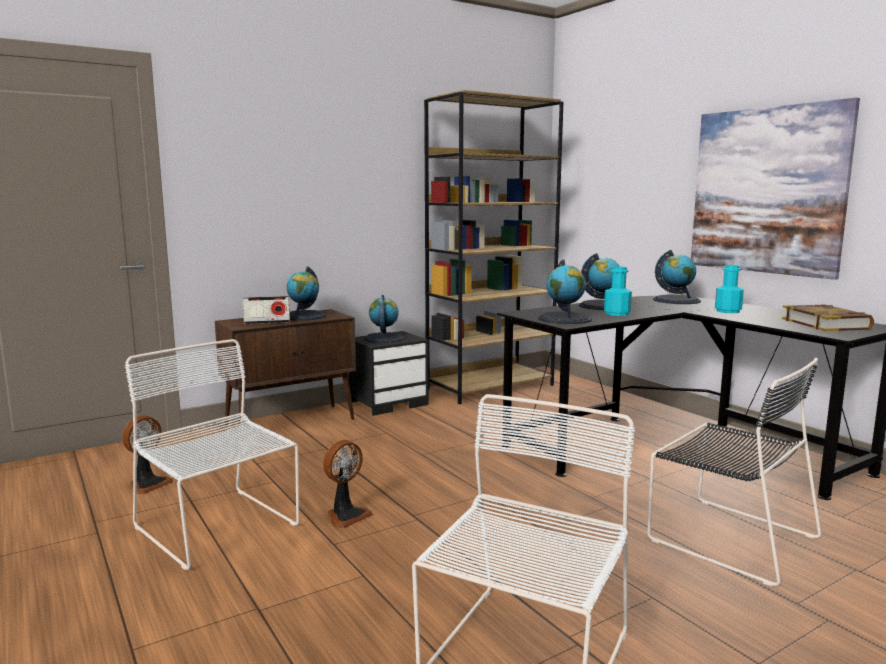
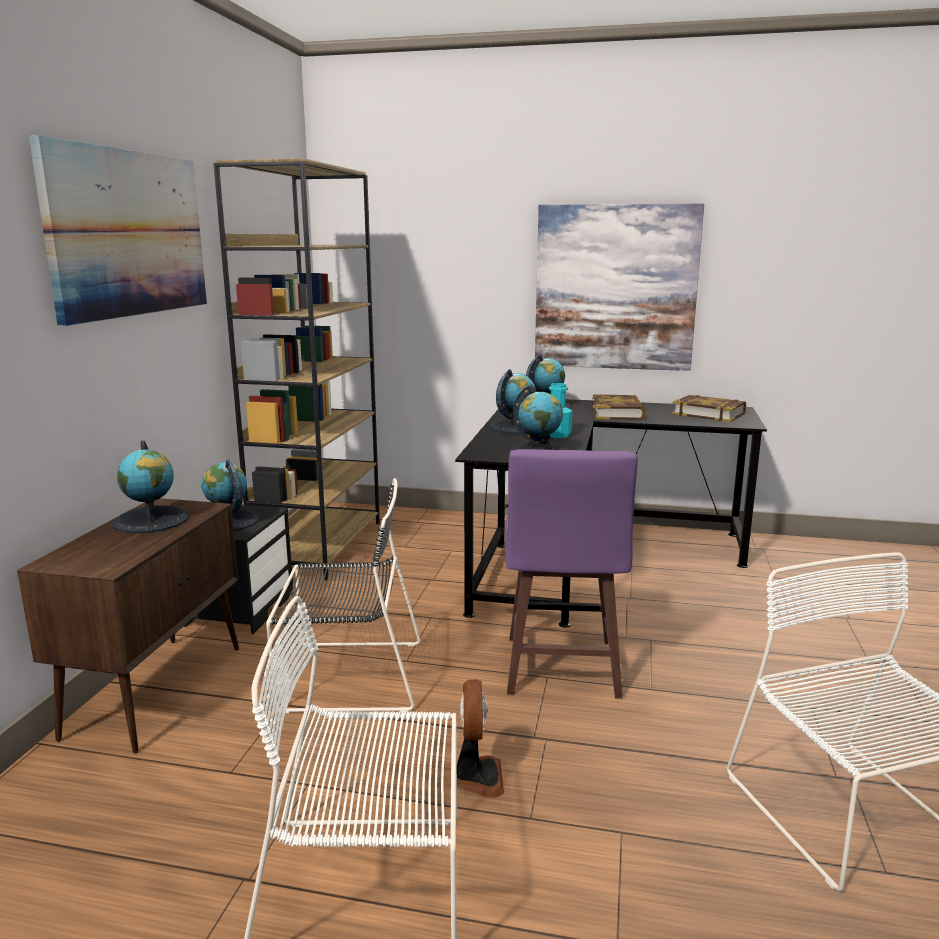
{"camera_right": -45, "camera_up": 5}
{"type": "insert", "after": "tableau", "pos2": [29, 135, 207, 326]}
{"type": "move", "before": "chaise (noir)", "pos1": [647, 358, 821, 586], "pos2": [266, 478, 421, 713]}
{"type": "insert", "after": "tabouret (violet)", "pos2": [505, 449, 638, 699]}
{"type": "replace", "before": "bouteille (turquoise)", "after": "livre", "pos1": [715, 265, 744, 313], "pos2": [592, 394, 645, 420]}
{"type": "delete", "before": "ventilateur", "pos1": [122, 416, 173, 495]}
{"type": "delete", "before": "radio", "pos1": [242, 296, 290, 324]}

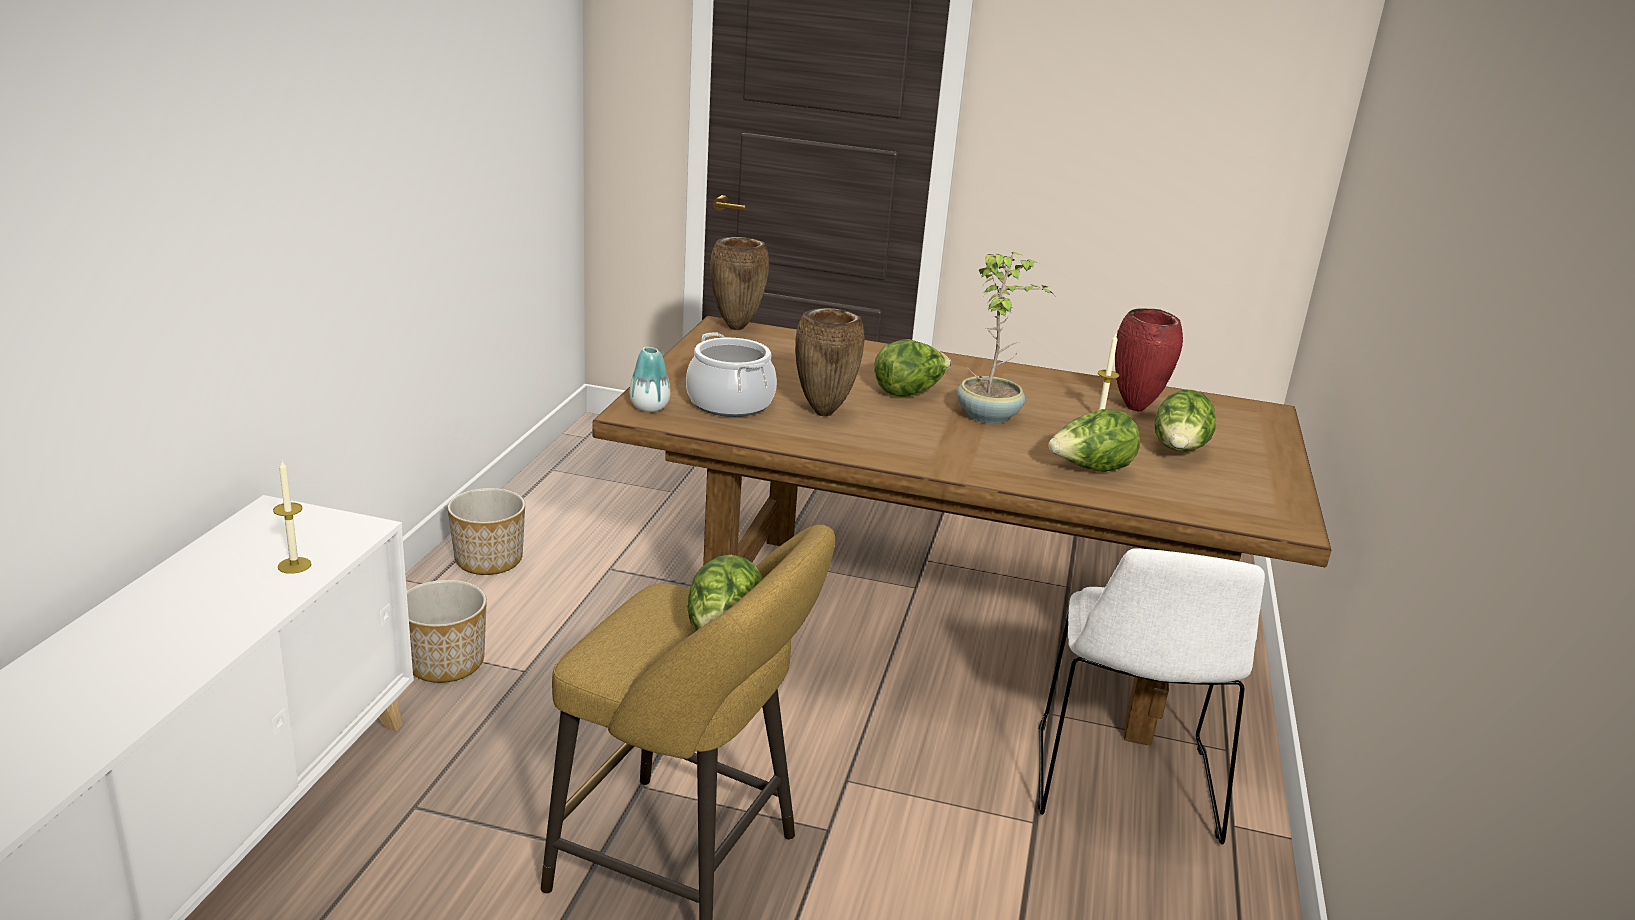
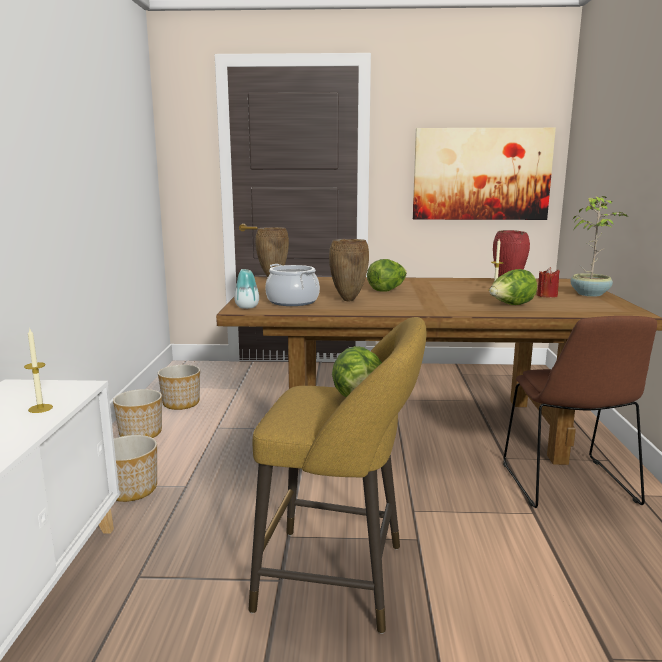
{"camera_right": -10, "camera_up": -10}
{"type": "insert", "after": "cache-pot", "pos2": [158, 365, 200, 410]}
{"type": "insert", "after": "tableau", "pos2": [413, 128, 556, 220]}
{"type": "recolor", "before": "chaise (blanc)", "after": "chaise (marron)", "pos1": [1038, 548, 1265, 844], "pos2": [503, 316, 657, 508]}
{"type": "replace", "before": "laitue", "after": "bougie (rouge)", "pos1": [1155, 390, 1216, 451], "pos2": [537, 267, 560, 298]}
{"type": "move", "before": "plante en pot", "pos1": [957, 252, 1054, 424], "pos2": [571, 196, 628, 297]}

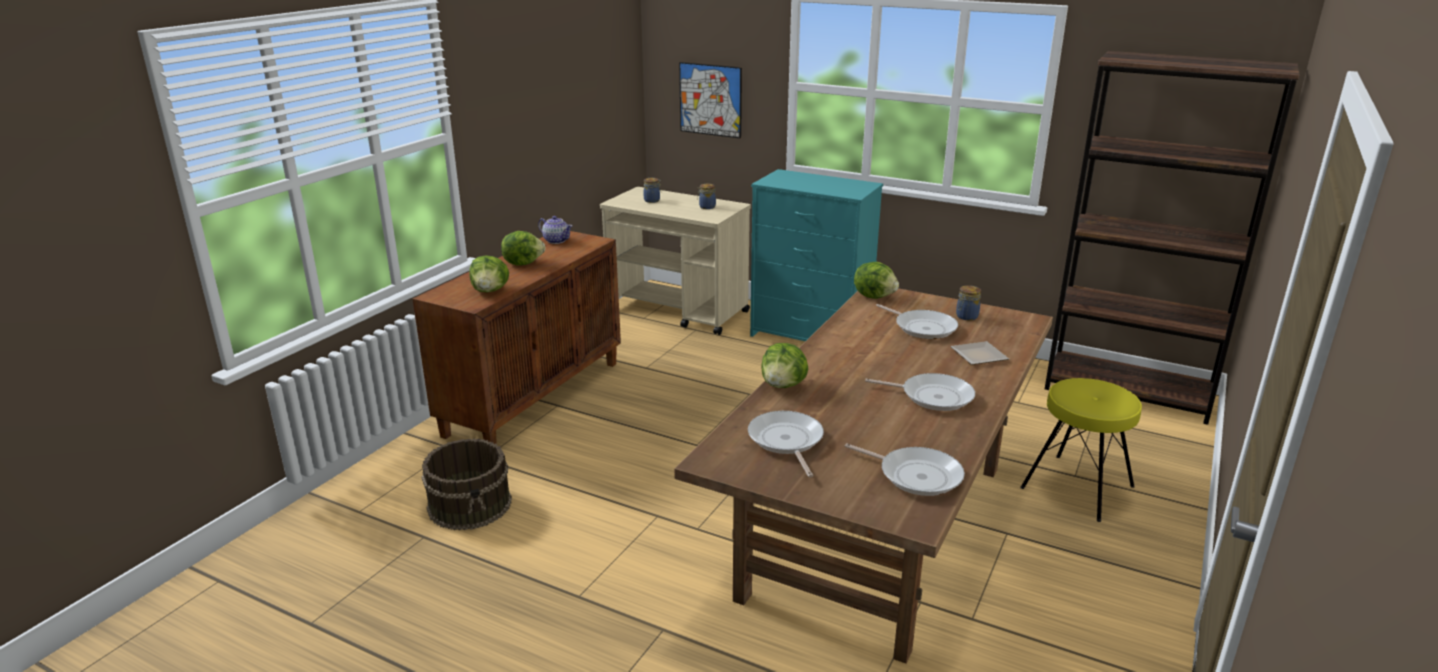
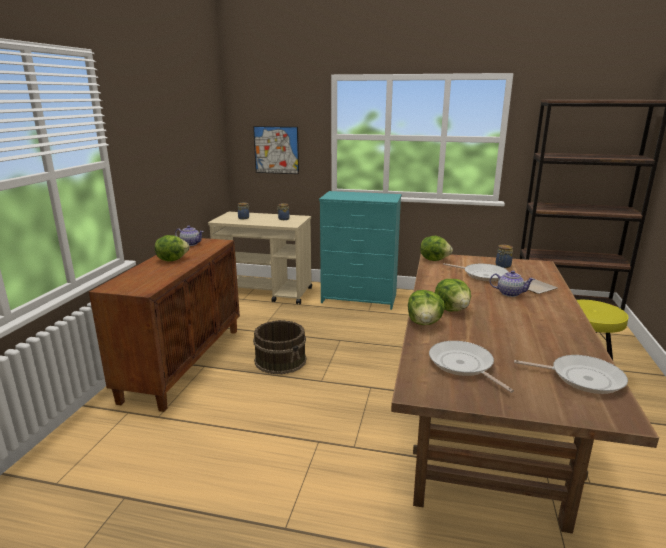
{"camera_right": -15, "camera_up": -5}
{"type": "move", "before": "seau (marron)", "pos1": [422, 439, 512, 530], "pos2": [253, 320, 307, 375]}
{"type": "move", "before": "laitue", "pos1": [469, 255, 509, 292], "pos2": [435, 279, 471, 311]}
{"type": "insert", "after": "théière", "pos2": [490, 270, 535, 297]}
{"type": "delete", "before": "poêle", "pos1": [865, 373, 975, 411]}

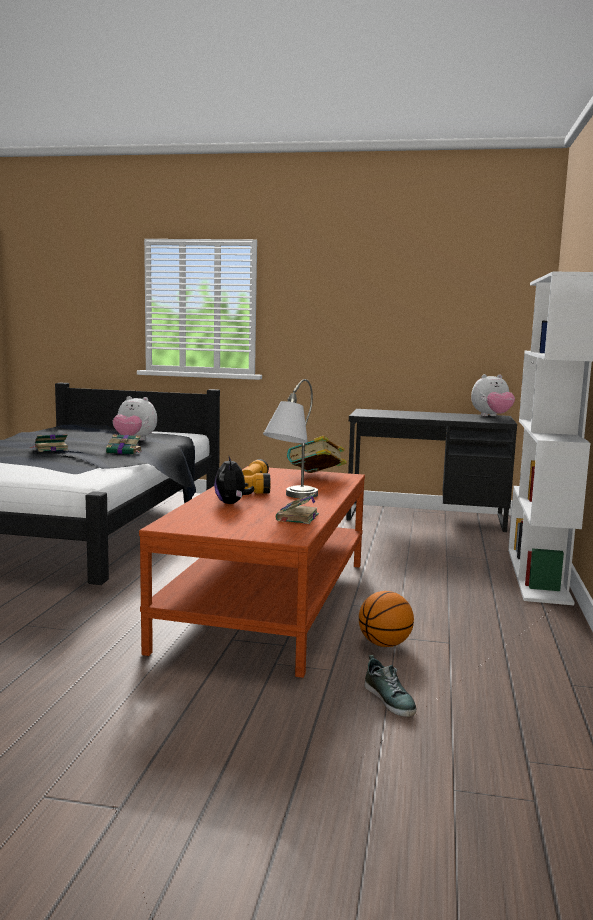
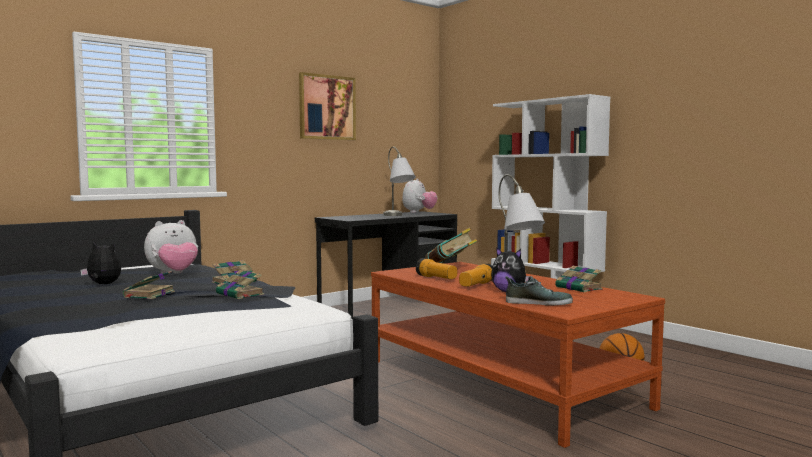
{"camera_right": -50, "camera_up": -5}
{"type": "insert", "after": "peluche", "pos2": [80, 242, 121, 284]}
{"type": "insert", "after": "livre", "pos2": [216, 270, 265, 299]}
{"type": "insert", "after": "tableau", "pos2": [299, 72, 356, 140]}
{"type": "insert", "after": "lampe de table (gris)", "pos2": [383, 146, 416, 216]}
{"type": "move", "before": "chaussure", "pos1": [365, 655, 416, 717], "pos2": [505, 276, 573, 306]}

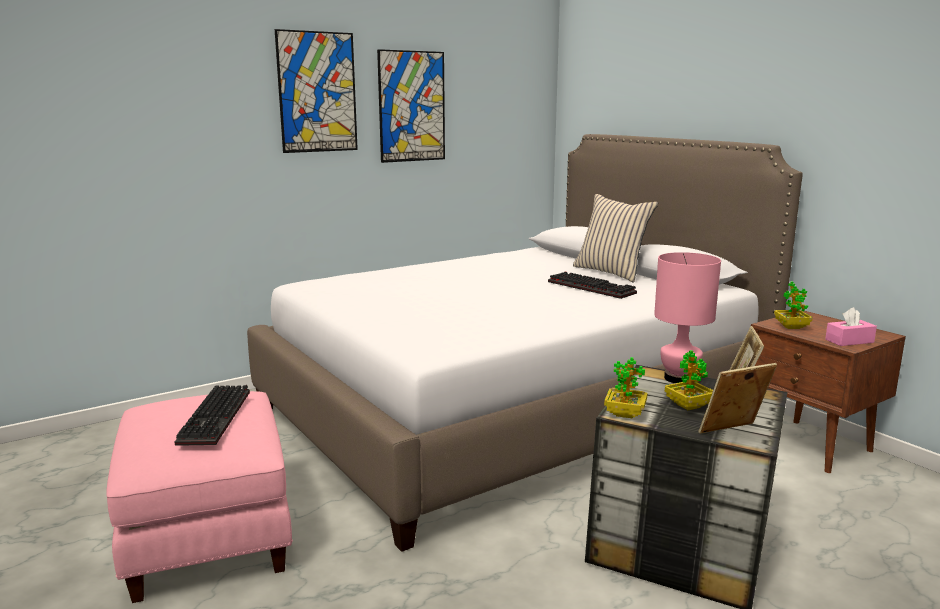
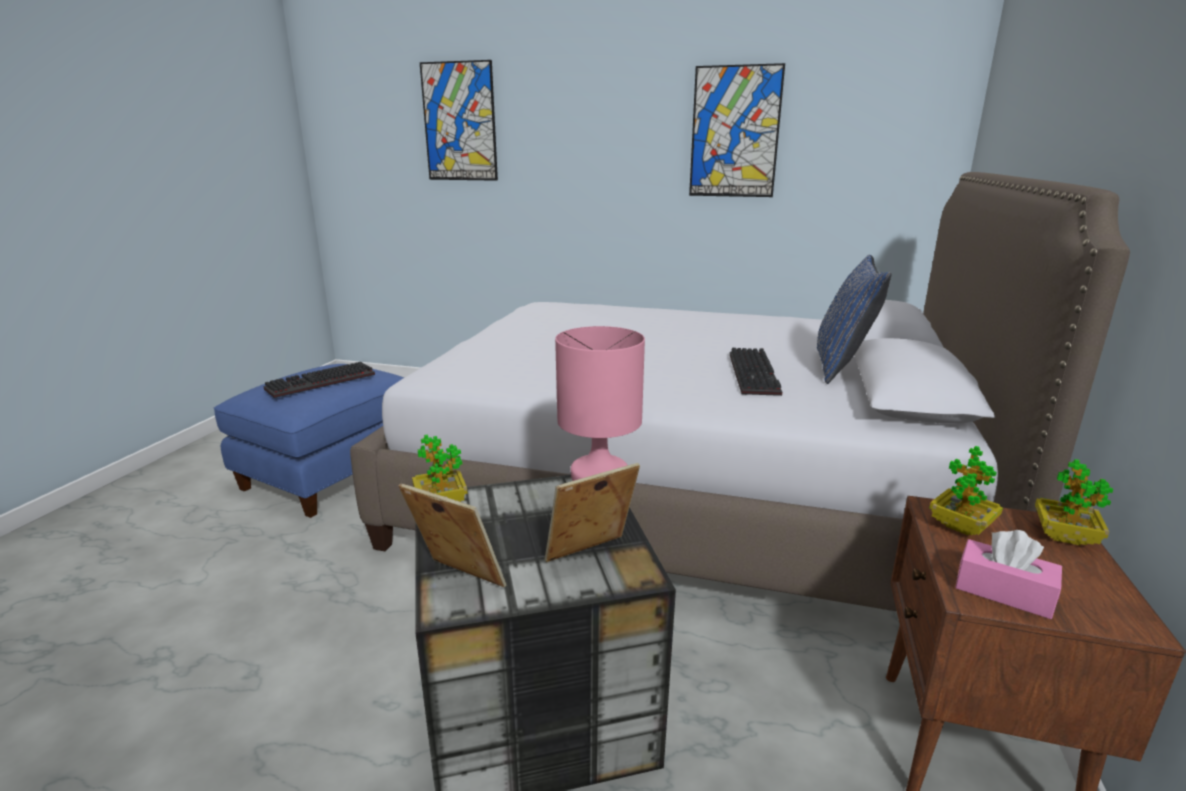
{"camera_right": 50, "camera_up": 5}
{"type": "recolor", "before": "pouf (rose)", "after": "pouf (bleu)", "pos1": [106, 391, 293, 603], "pos2": [214, 364, 404, 518]}
{"type": "move", "before": "tableau", "pos1": [275, 29, 358, 153], "pos2": [420, 60, 498, 181]}
{"type": "recolor", "before": "coussin (beige)", "after": "coussin (bleu)", "pos1": [573, 194, 658, 282], "pos2": [817, 255, 891, 384]}
{"type": "move", "before": "plante en pot", "pos1": [665, 350, 713, 410], "pos2": [1035, 459, 1113, 545]}

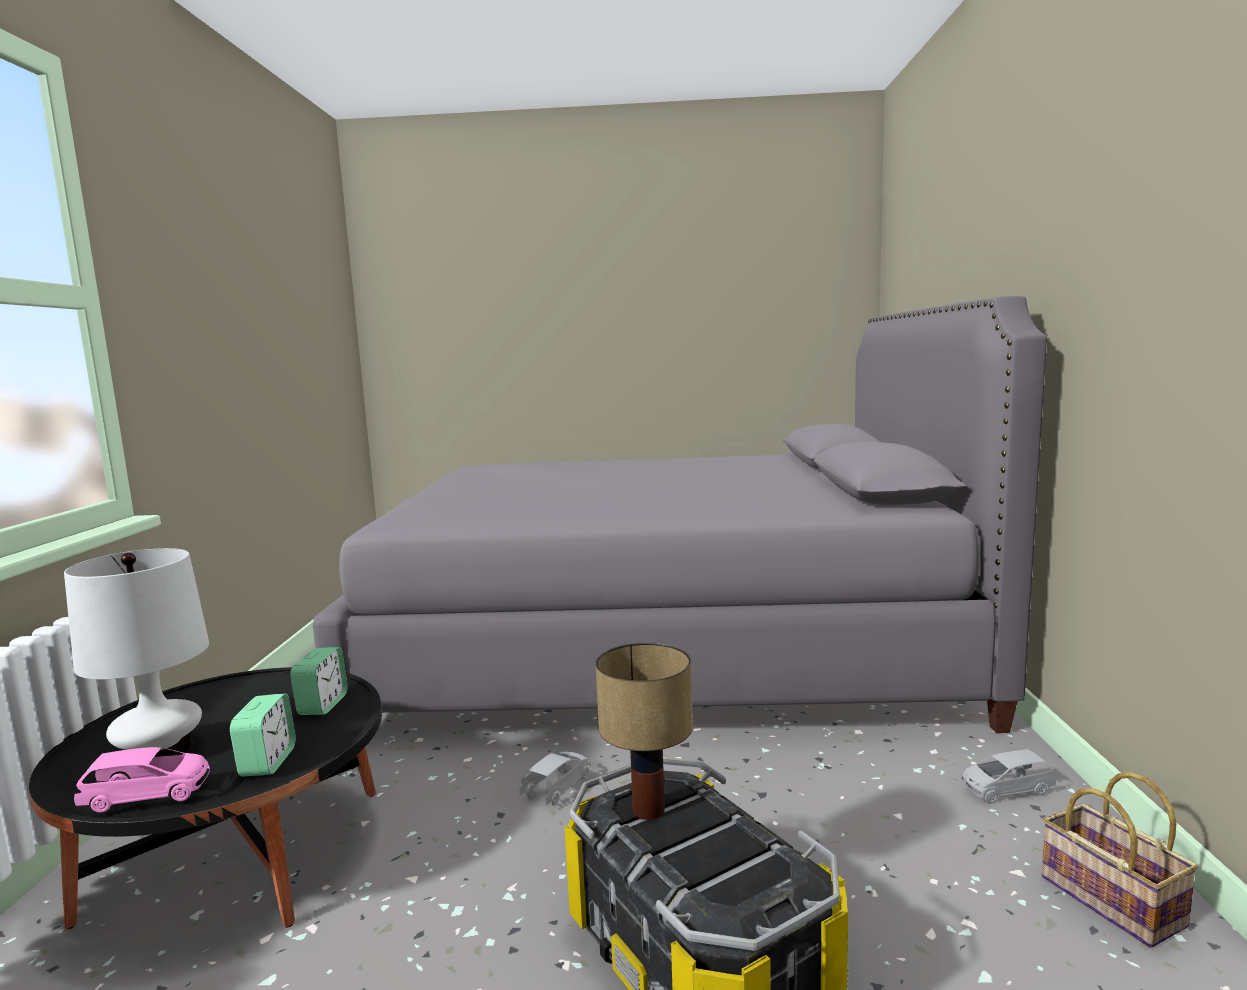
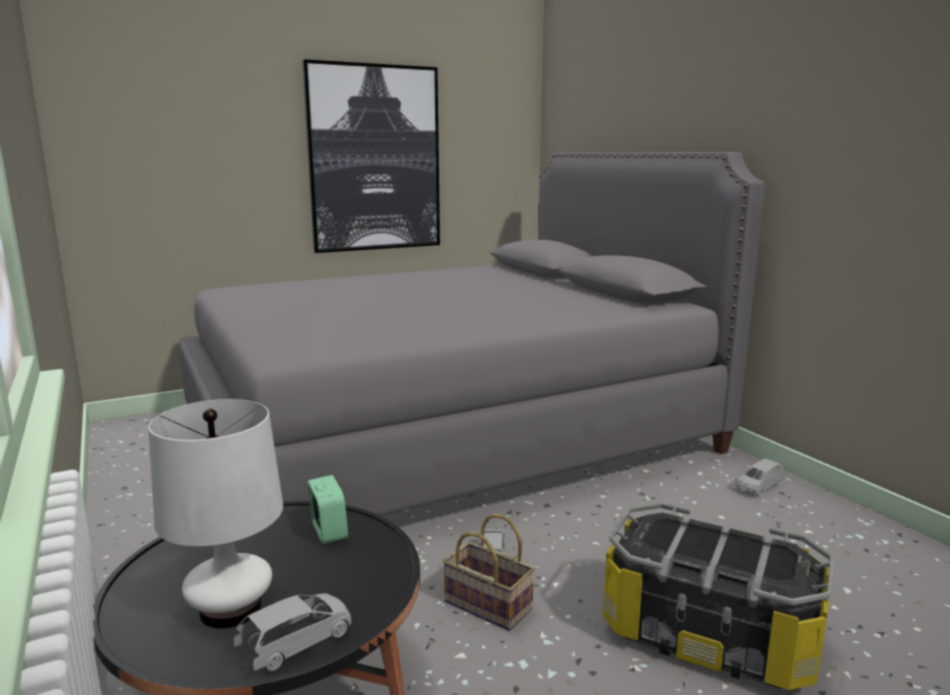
{"camera_right": -30, "camera_up": 5}
{"type": "recolor", "before": "petite voiture (rose)", "after": "petite voiture (gris)", "pos1": [74, 747, 210, 813], "pos2": [234, 594, 351, 671]}
{"type": "insert", "after": "tableau", "pos2": [302, 59, 440, 253]}
{"type": "move", "before": "panier", "pos1": [1042, 772, 1199, 948], "pos2": [443, 514, 535, 631]}
{"type": "delete", "before": "réveil", "pos1": [230, 694, 296, 777]}
{"type": "delete", "before": "lampe de table", "pos1": [596, 643, 693, 820]}

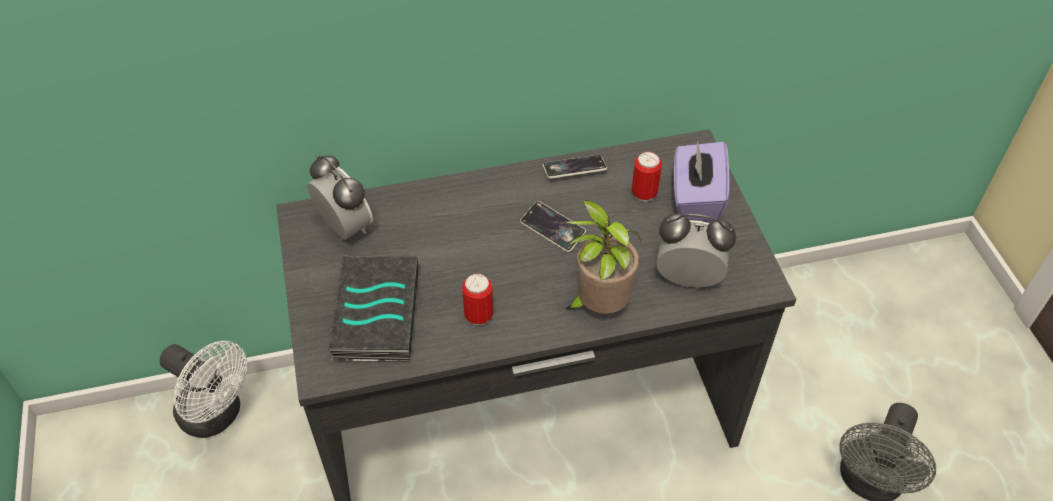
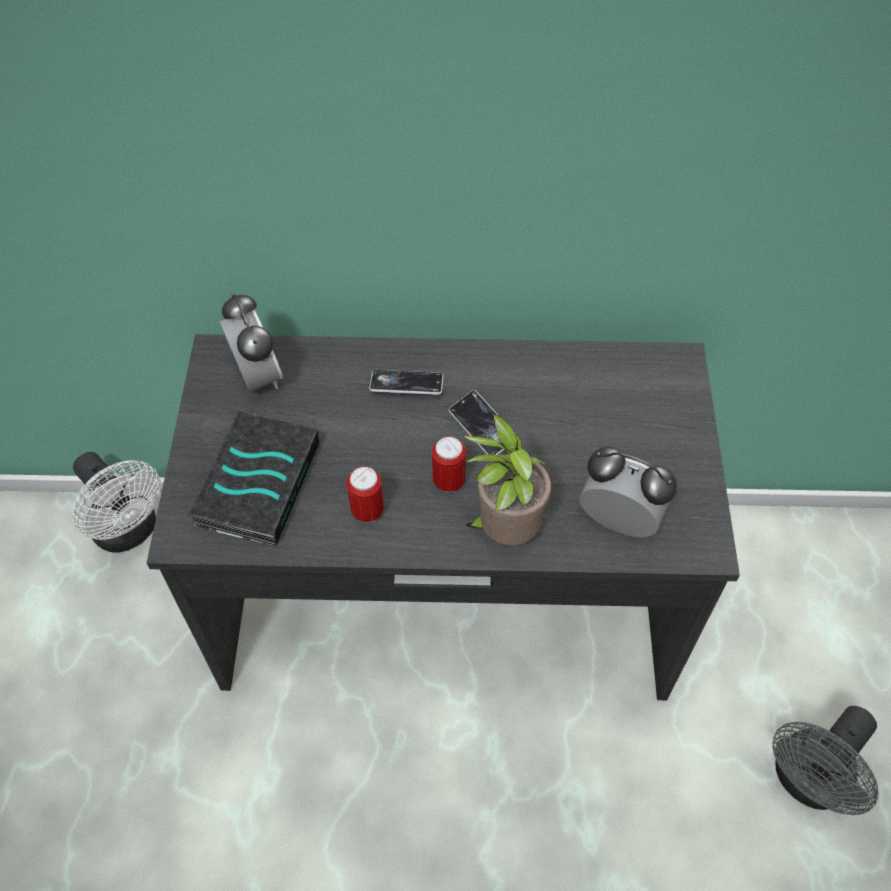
{"camera_right": 15, "camera_up": 5}
{"type": "move", "before": "téléphone", "pos1": [543, 155, 607, 179], "pos2": [369, 370, 443, 395]}
{"type": "move", "before": "boîte métallique", "pos1": [632, 152, 662, 202], "pos2": [432, 436, 466, 492]}
{"type": "delete", "before": "boîte à mouchoirs (violet)", "pos1": [674, 141, 730, 222]}

